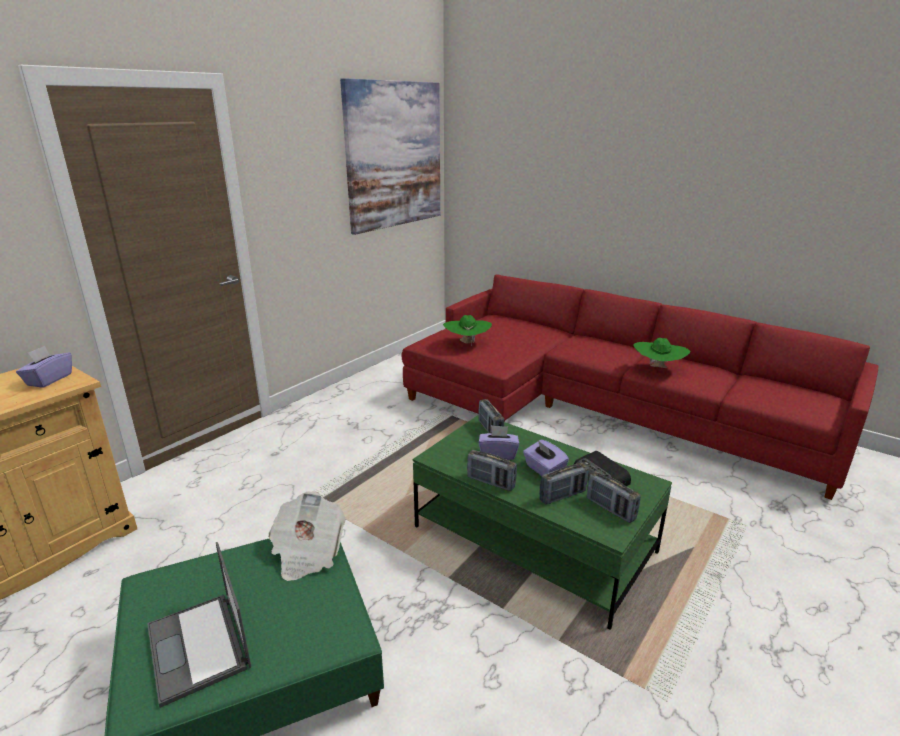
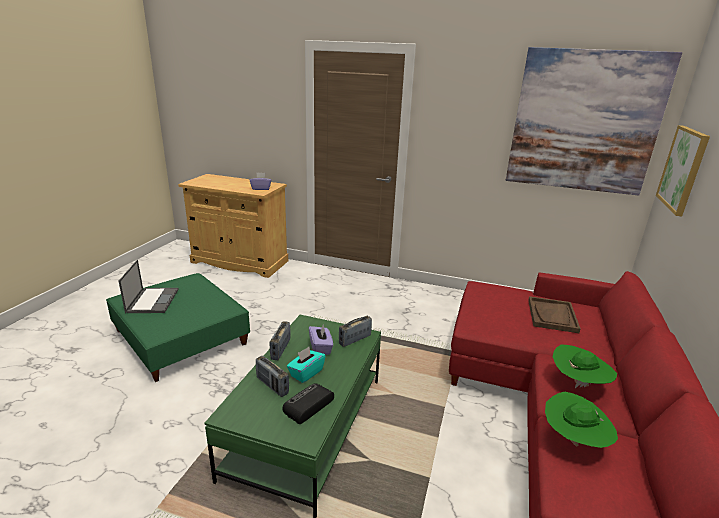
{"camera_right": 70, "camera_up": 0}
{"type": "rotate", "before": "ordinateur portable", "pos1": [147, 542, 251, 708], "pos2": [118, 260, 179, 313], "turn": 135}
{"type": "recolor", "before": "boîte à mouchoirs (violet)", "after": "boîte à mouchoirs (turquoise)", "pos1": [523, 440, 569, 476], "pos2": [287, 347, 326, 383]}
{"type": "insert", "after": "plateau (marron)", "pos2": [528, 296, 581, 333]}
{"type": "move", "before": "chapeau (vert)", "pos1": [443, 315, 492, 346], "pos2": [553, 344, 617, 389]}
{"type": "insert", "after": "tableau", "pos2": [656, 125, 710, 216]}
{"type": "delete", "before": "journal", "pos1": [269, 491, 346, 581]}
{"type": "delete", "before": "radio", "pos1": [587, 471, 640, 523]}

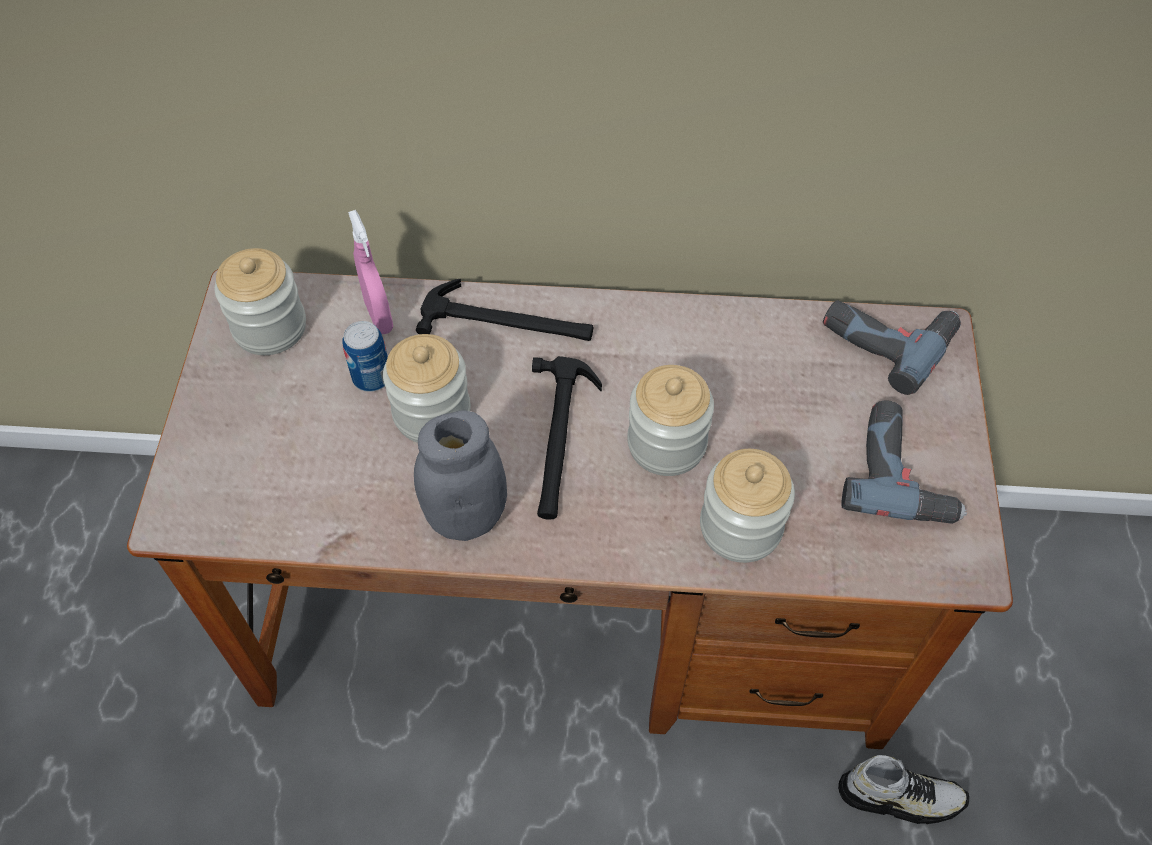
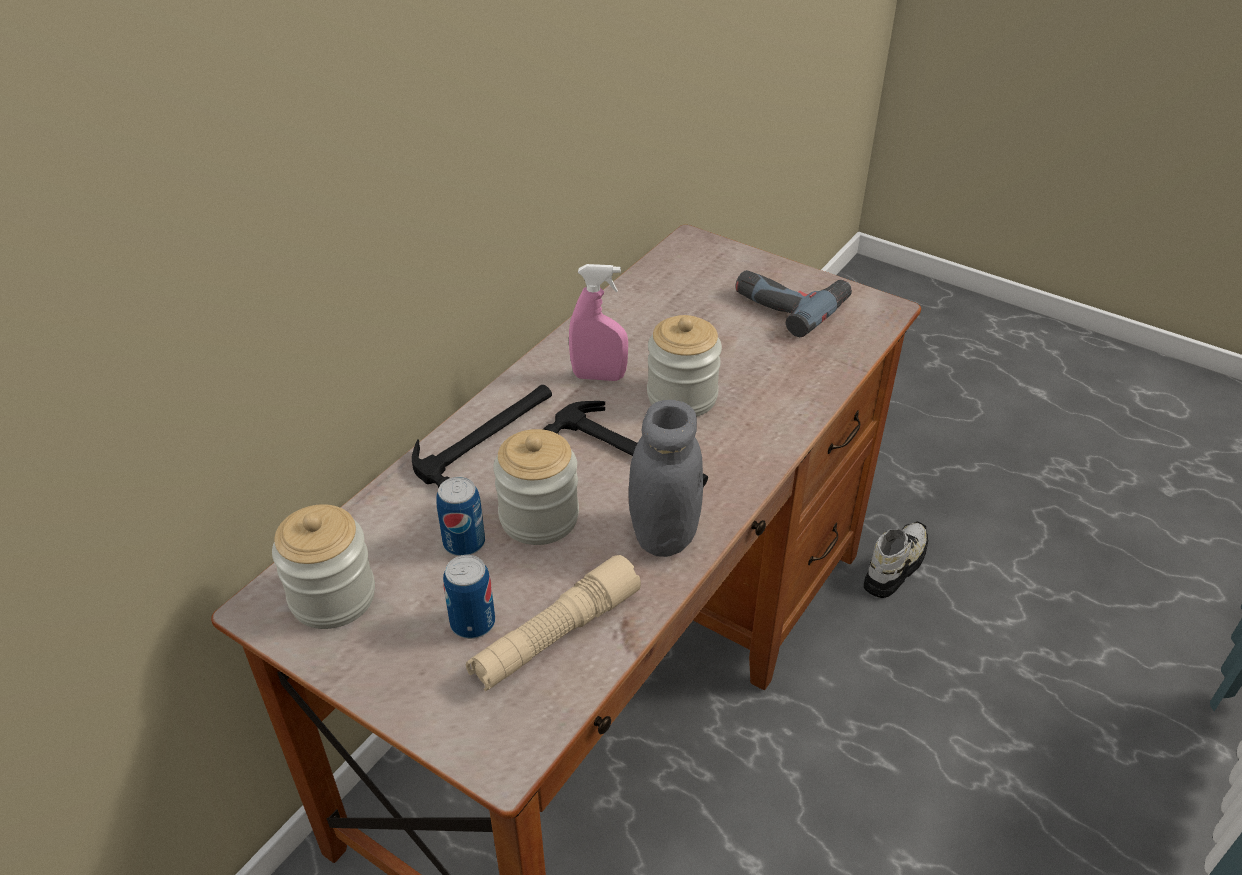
{"camera_right": -60, "camera_up": -15}
{"type": "insert", "after": "boîte métallique", "pos2": [443, 555, 495, 639]}
{"type": "insert", "after": "lampe de poche (beige)", "pos2": [466, 555, 641, 691]}
{"type": "move", "before": "vaporisateur (rose)", "pos1": [348, 210, 393, 334], "pos2": [569, 264, 628, 381]}
{"type": "delete", "before": "bocal", "pos1": [700, 449, 795, 563]}
{"type": "delete", "before": "perceuse", "pos1": [823, 300, 961, 395]}

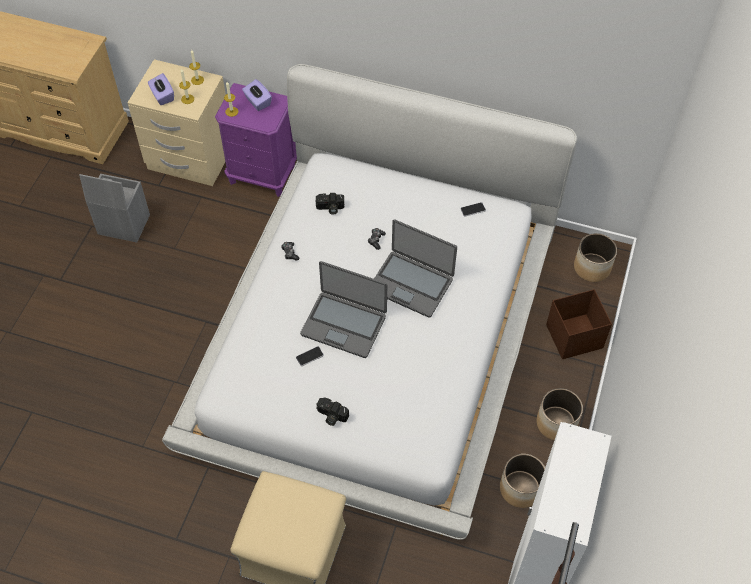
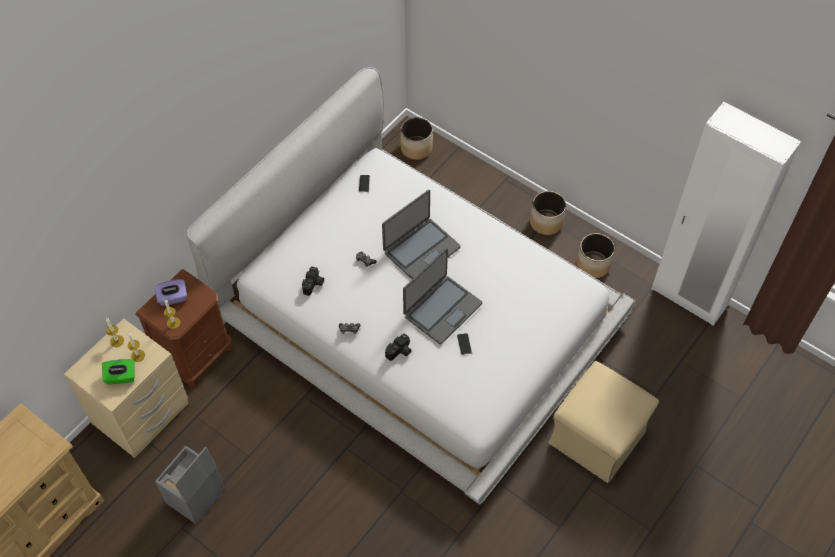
{"camera_right": -70, "camera_up": 0}
{"type": "recolor", "before": "boîte à mouchoirs (violet)", "after": "boîte à mouchoirs (vert)", "pos1": [148, 73, 174, 105], "pos2": [102, 359, 134, 384]}
{"type": "recolor", "before": "table de chevet (violet)", "after": "table de chevet (marron)", "pos1": [215, 83, 297, 197], "pos2": [135, 269, 231, 387]}
{"type": "move", "before": "appareil photo", "pos1": [316, 397, 349, 426], "pos2": [385, 333, 411, 361]}
{"type": "delete", "before": "boîte de rangement (marron)", "pos1": [546, 289, 612, 359]}

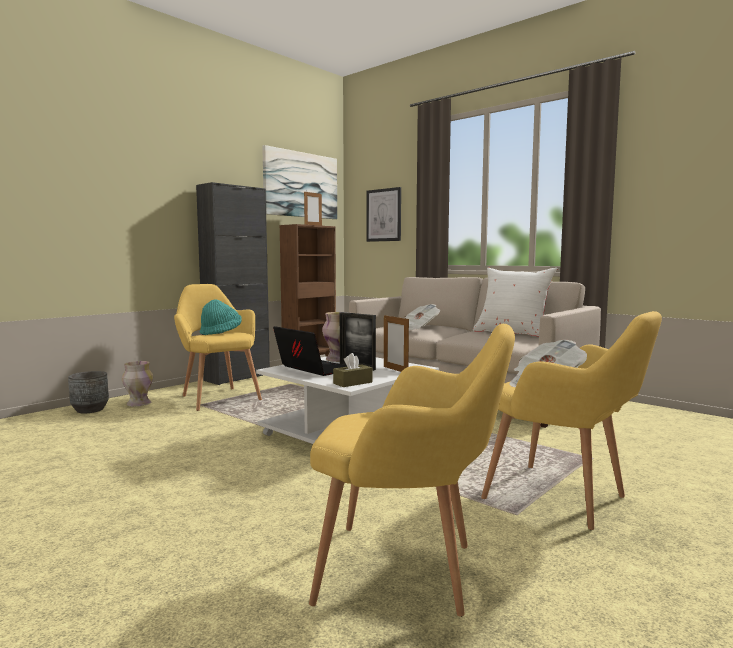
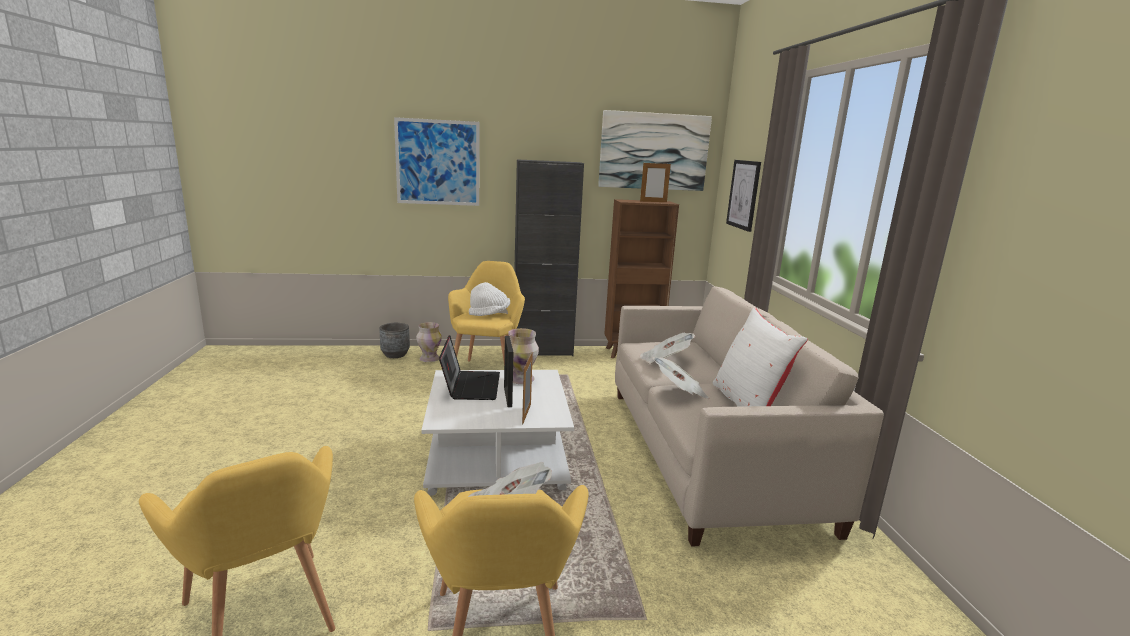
{"camera_right": 40, "camera_up": 10}
{"type": "insert", "after": "tableau", "pos2": [394, 117, 480, 206]}
{"type": "recolor", "before": "chapeau (turquoise)", "after": "chapeau (blanc)", "pos1": [200, 299, 242, 335], "pos2": [469, 282, 510, 316]}
{"type": "insert", "after": "journal", "pos2": [652, 357, 709, 399]}
{"type": "delete", "before": "boîte à mouchoirs (marron)", "pos1": [333, 353, 372, 387]}

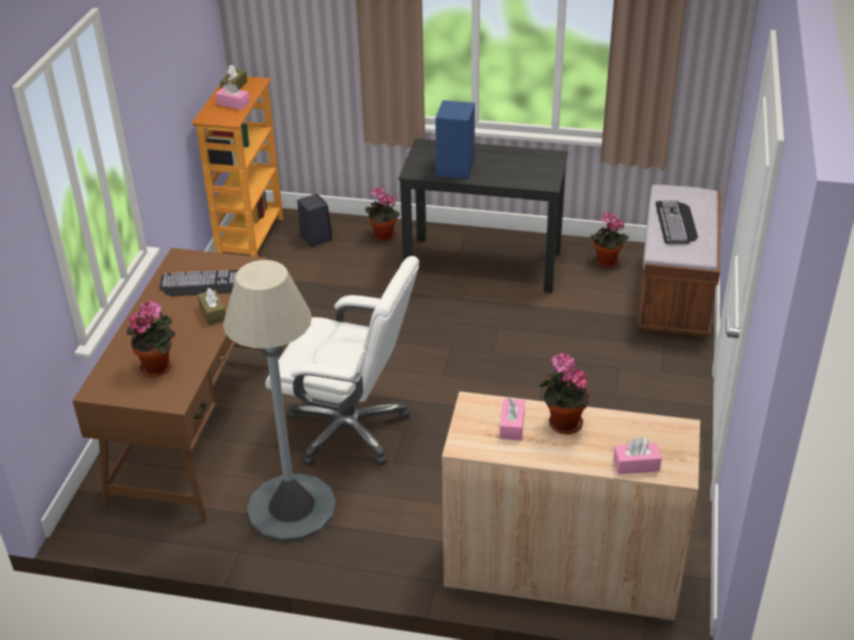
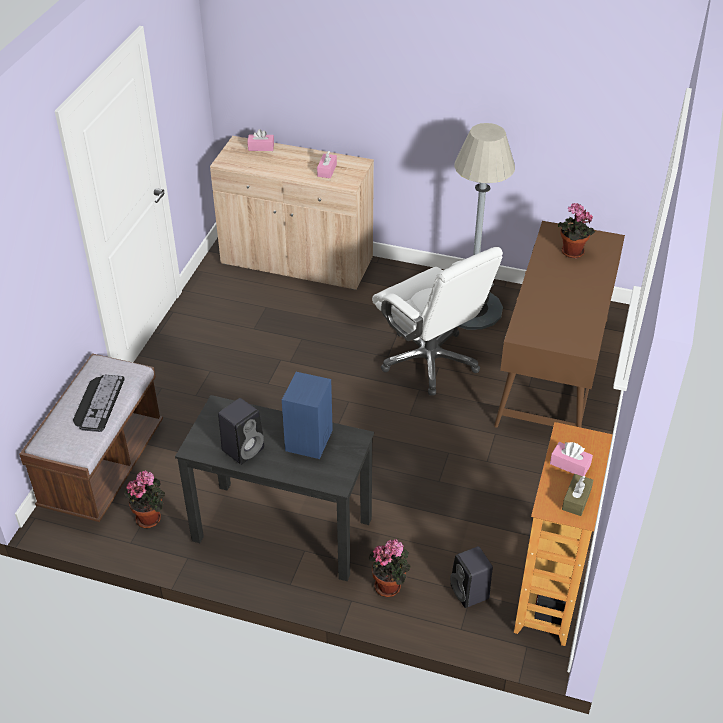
{"camera_right": -175, "camera_up": 5}
{"type": "insert", "after": "enceinte (noir)", "pos2": [218, 398, 264, 465]}
{"type": "rotate", "before": "chaise de bureau (blanc)", "pos1": [265, 256, 419, 465], "pos2": [372, 247, 503, 395], "turn": -150}
{"type": "delete", "before": "clavier", "pos1": [159, 270, 238, 296]}
{"type": "delete", "before": "boîte à mouchoirs (marron)", "pos1": [198, 288, 226, 325]}
{"type": "delete", "before": "plante en pot", "pos1": [538, 353, 590, 434]}

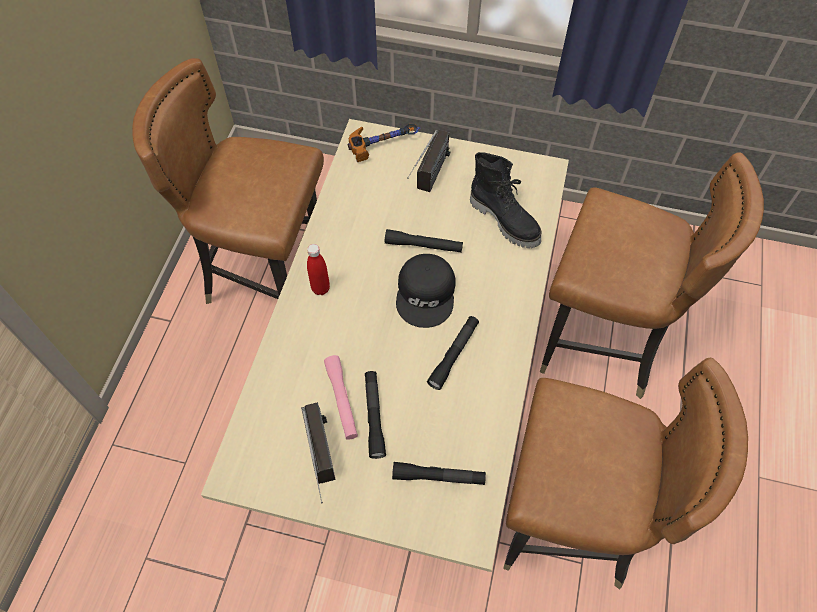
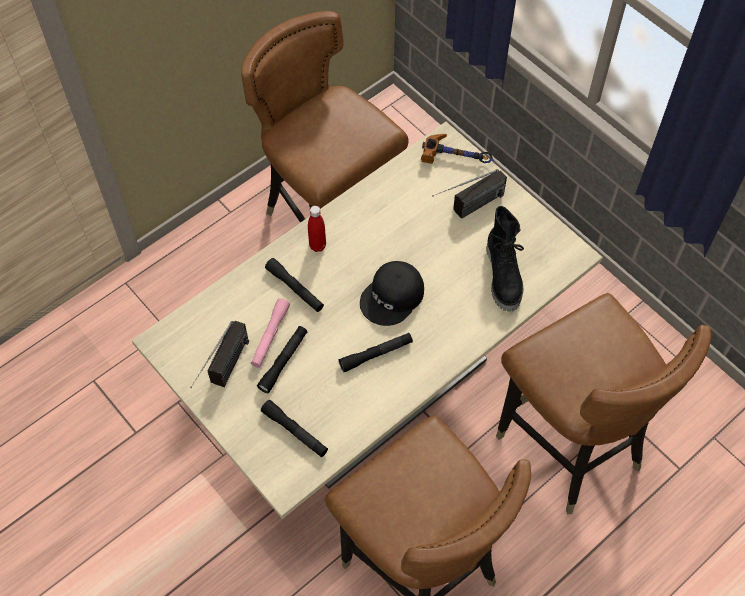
{"camera_right": 35, "camera_up": 0}
{"type": "move", "before": "lampe de poche (noir)", "pos1": [385, 229, 463, 252], "pos2": [265, 258, 324, 312]}

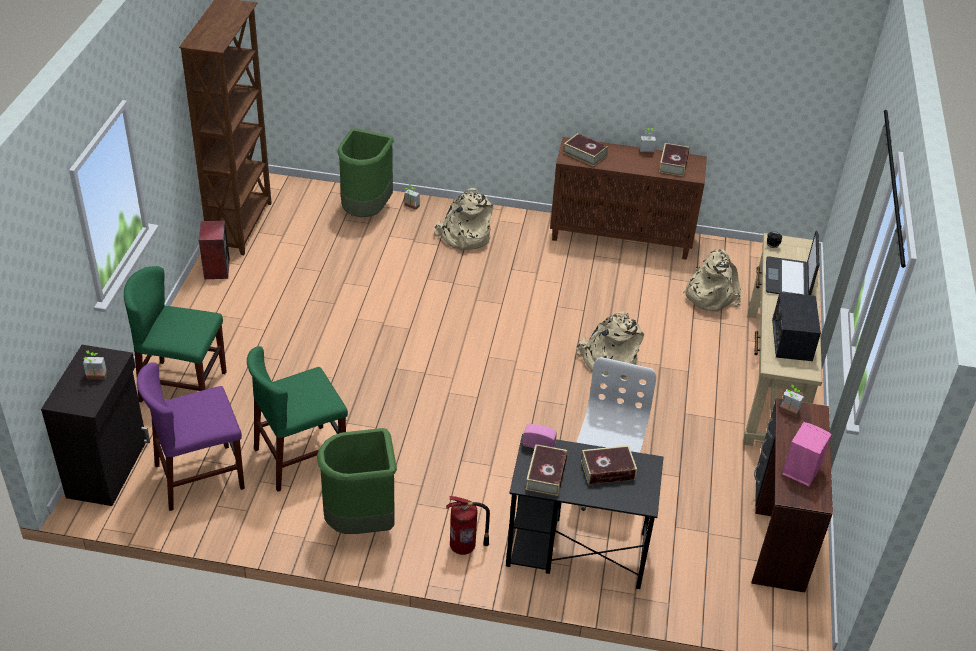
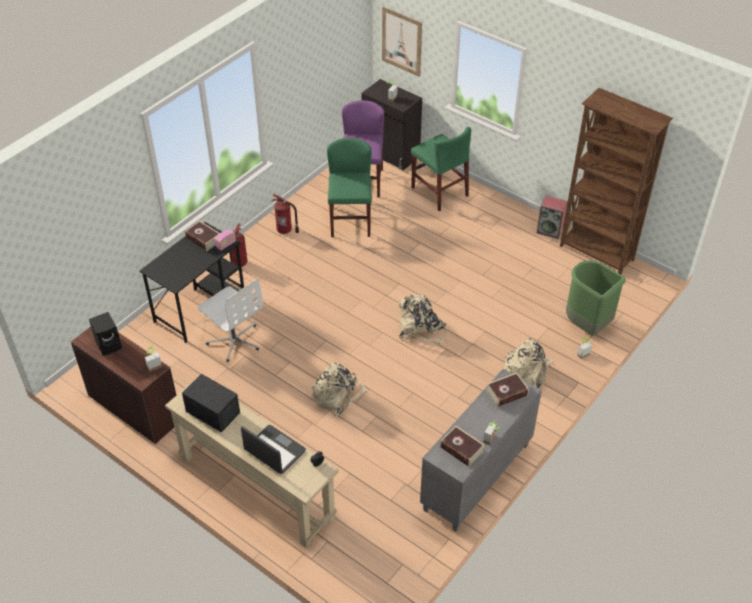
{"camera_right": 120, "camera_up": 5}
{"type": "recolor", "before": "enceinte (rose)", "after": "enceinte (noir)", "pos1": [782, 422, 832, 487], "pos2": [89, 312, 122, 356]}
{"type": "replace", "before": "poubelle (vert)", "after": "extincteur", "pos1": [317, 428, 397, 534], "pos2": [272, 194, 299, 234]}
{"type": "insert", "after": "tableau", "pos2": [382, 7, 422, 77]}
{"type": "move", "before": "sac à dos (beige)", "pos1": [683, 249, 741, 312], "pos2": [398, 295, 446, 344]}
{"type": "rotate", "before": "chaise (vert)", "pos1": [124, 266, 227, 402], "pos2": [411, 127, 471, 211], "turn": 105}
{"type": "recolor", "before": "meuble de rangement (marron)", "after": "meuble de rangement (gris)", "pos1": [550, 137, 707, 260], "pos2": [420, 369, 542, 532]}
{"type": "delete", "before": "livre", "pos1": [581, 445, 637, 485]}

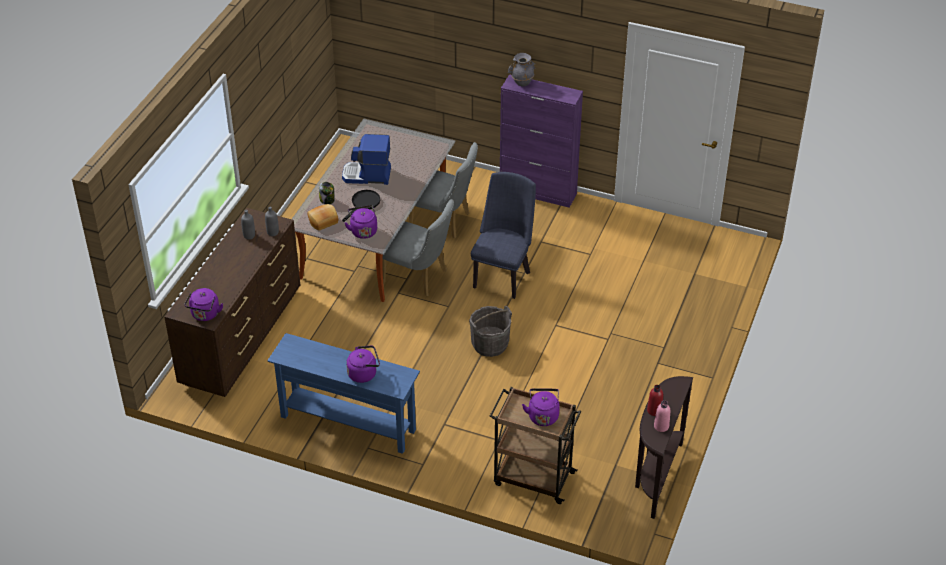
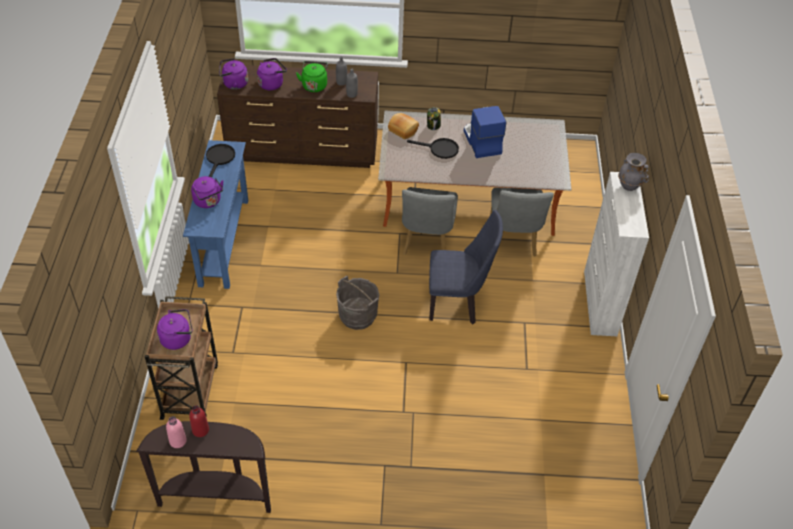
{"camera_right": 70, "camera_up": 5}
{"type": "insert", "after": "poêle (noir)", "pos2": [206, 144, 235, 177]}
{"type": "move", "before": "bouilloire (violet)", "pos1": [345, 205, 377, 239], "pos2": [257, 58, 287, 90]}
{"type": "insert", "after": "bouilloire (vert)", "pos2": [296, 61, 328, 92]}
{"type": "recolor", "before": "meuble de rangement (violet)", "after": "meuble de rangement (blanc)", "pos1": [500, 74, 583, 208], "pos2": [584, 172, 649, 336]}

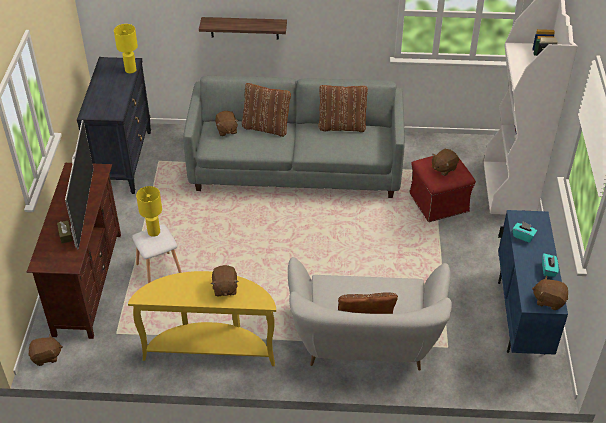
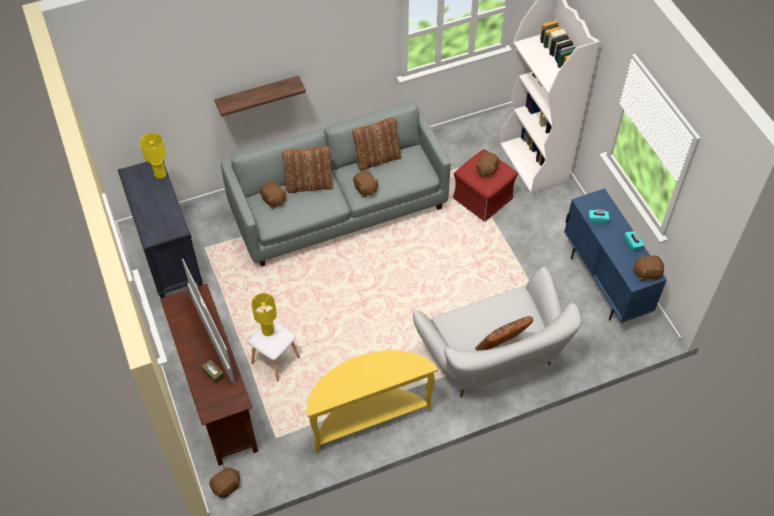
{"camera_right": -25, "camera_up": 10}
{"type": "move", "before": "peluche (marron)", "pos1": [211, 265, 239, 296], "pos2": [353, 171, 379, 197]}

